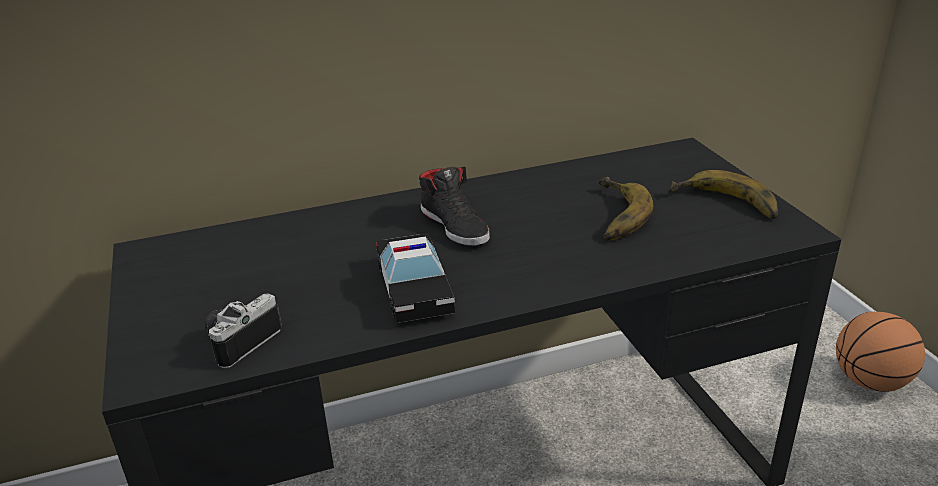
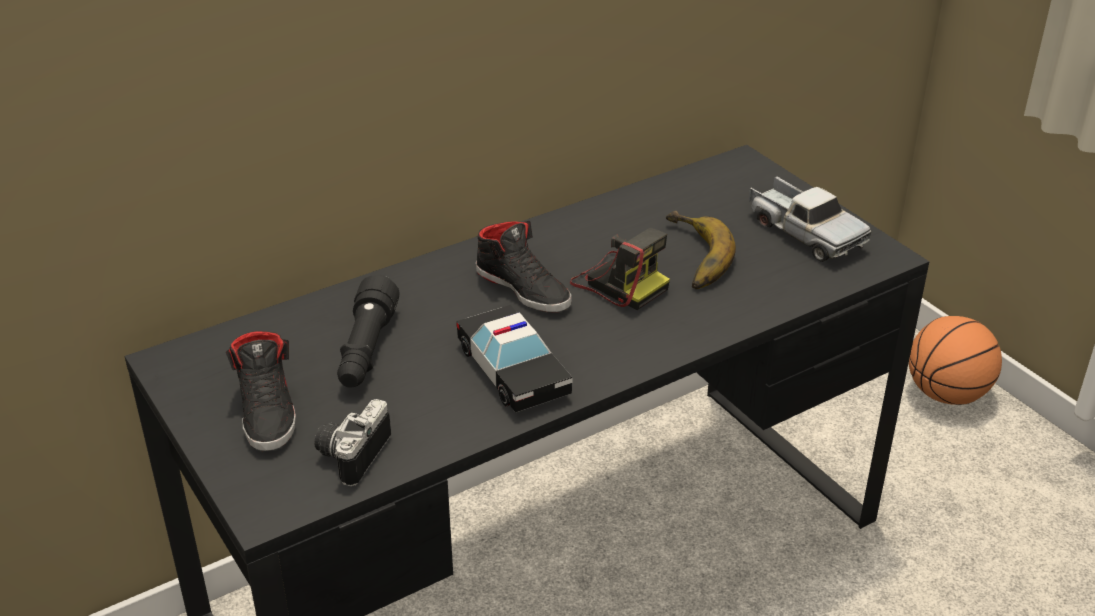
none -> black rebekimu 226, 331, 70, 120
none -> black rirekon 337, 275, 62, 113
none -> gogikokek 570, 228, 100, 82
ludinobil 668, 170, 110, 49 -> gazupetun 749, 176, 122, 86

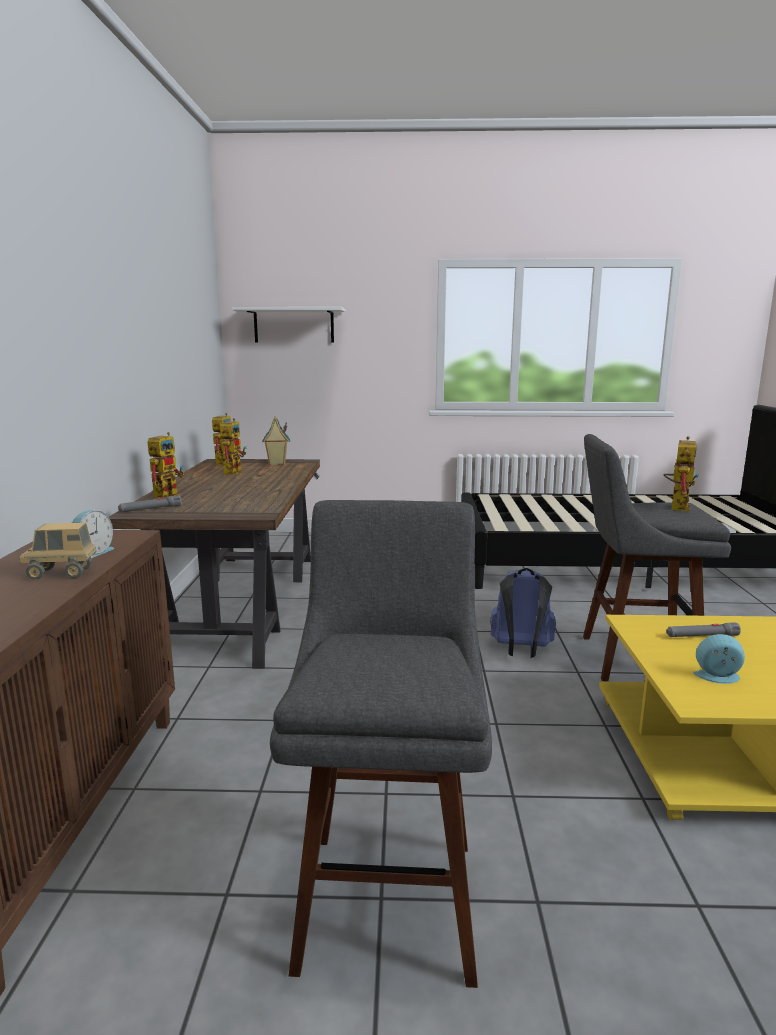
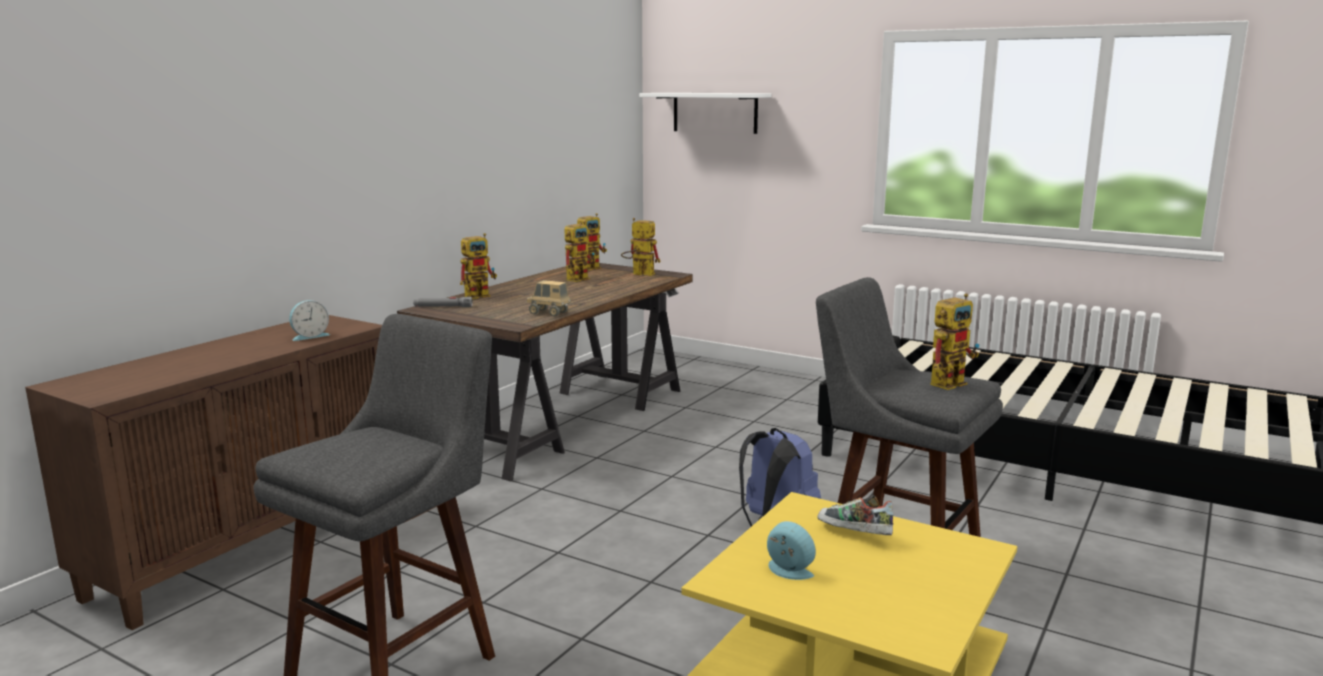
gazupetun 20, 523, 77, 57 -> gazupetun 526, 280, 45, 37, shifted
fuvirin 262, 416, 28, 49 -> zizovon 621, 218, 40, 58
grey rirekon 666, 622, 75, 15 -> rebekimu 817, 495, 76, 40

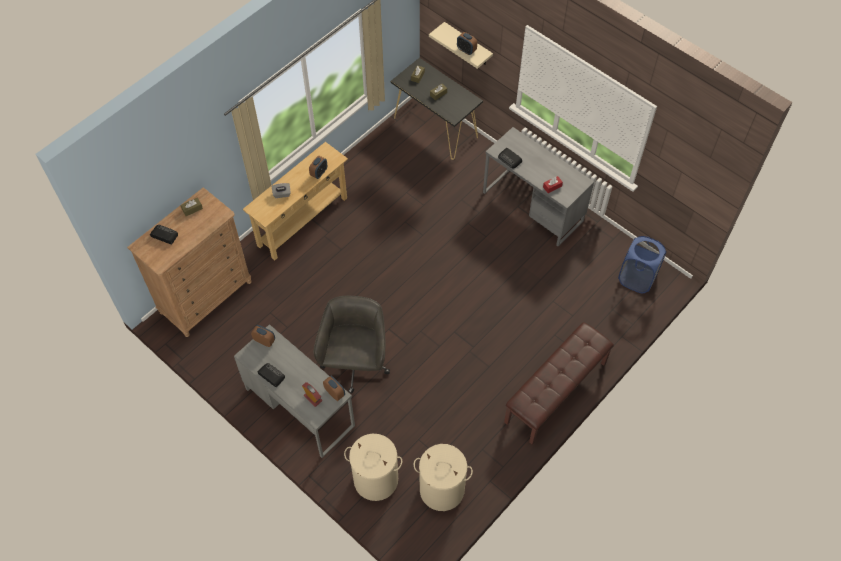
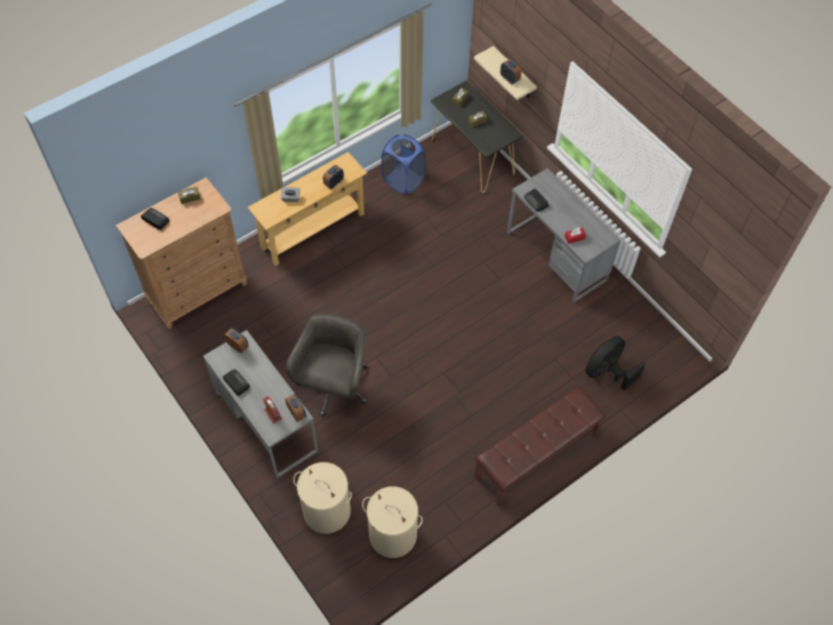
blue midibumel 618, 236, 49, 57 -> blue midibumel 381, 135, 45, 59, shifted
none -> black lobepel 585, 336, 61, 55

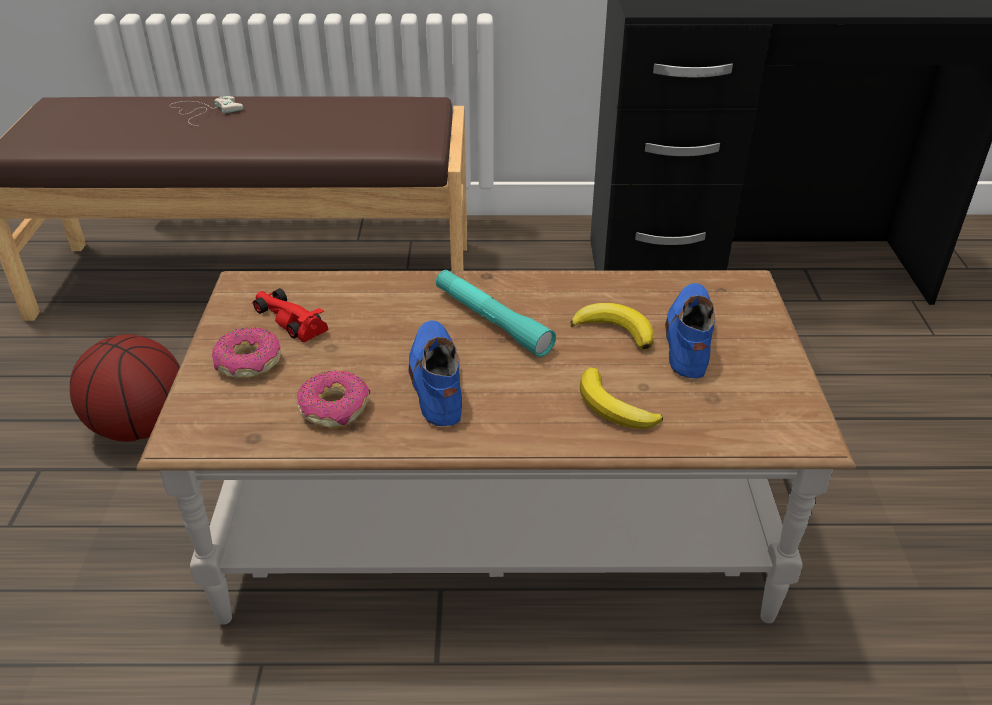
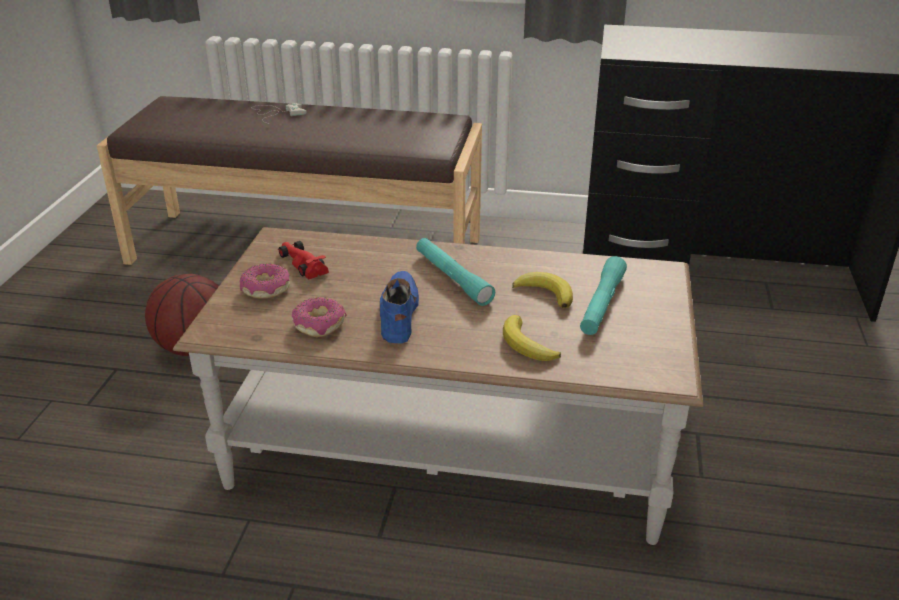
blue rebekimu 665, 283, 50, 96 -> turquoise rirekon 580, 256, 47, 79

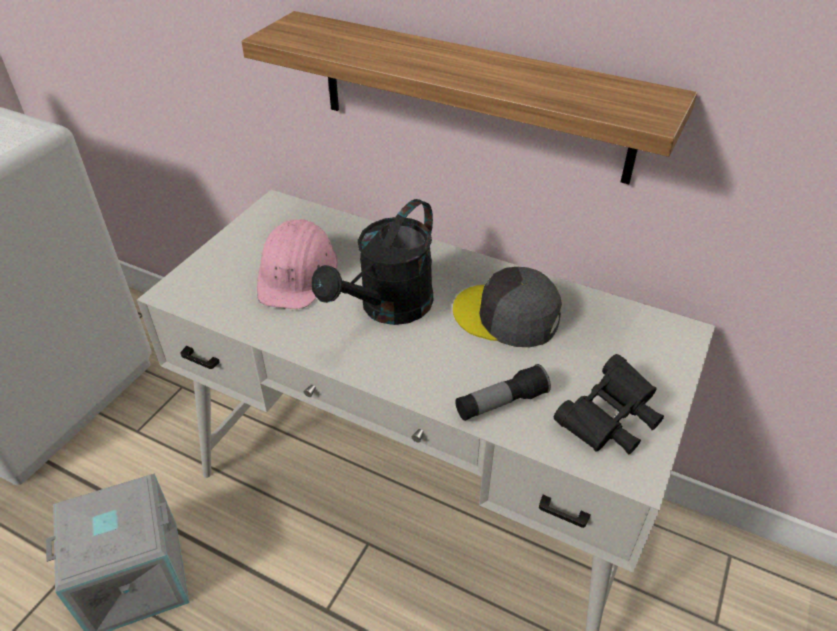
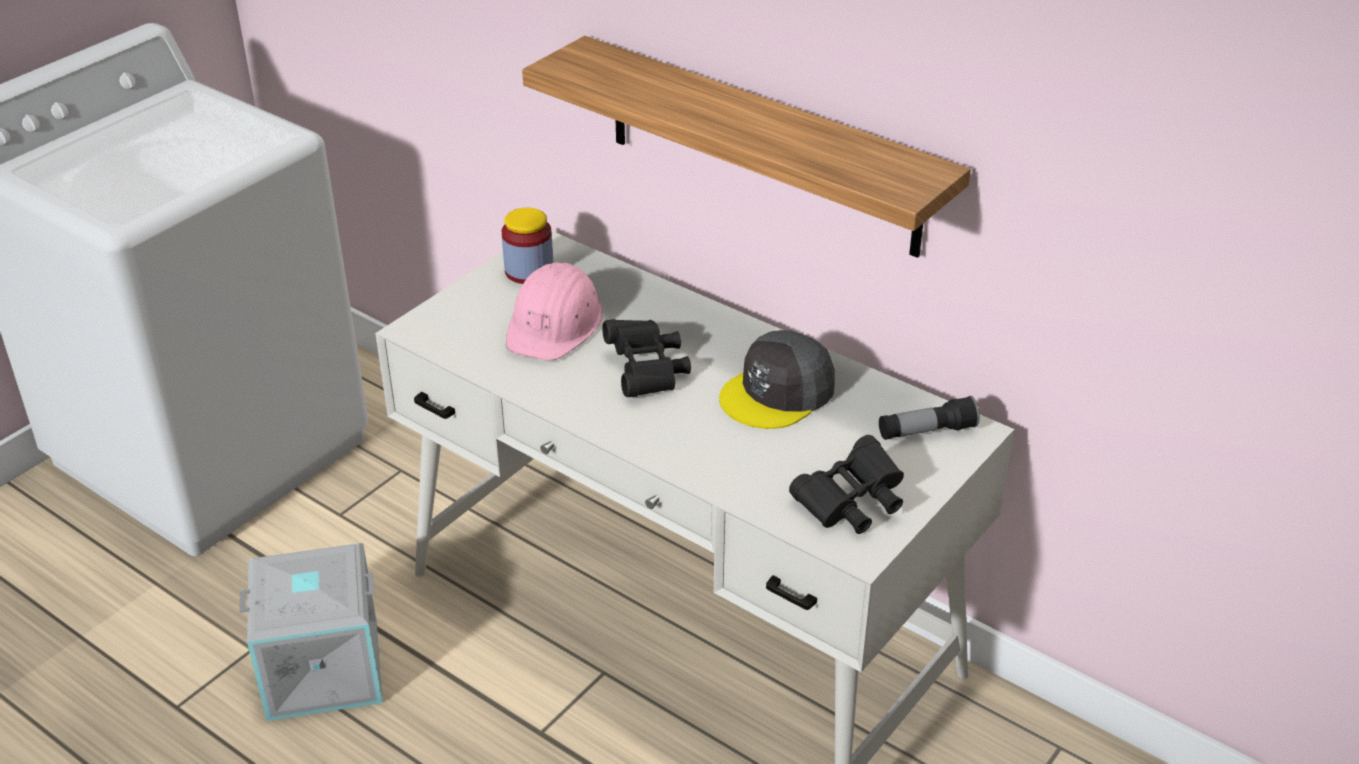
none -> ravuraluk 502, 208, 51, 76
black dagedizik 312, 199, 121, 126 -> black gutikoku 602, 319, 89, 78
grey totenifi 453, 267, 109, 80 -> grey totenifi 719, 330, 116, 99, 75 degrees counterclockwise
rirekon 455, 364, 96, 57 -> rirekon 879, 396, 101, 44, shifted

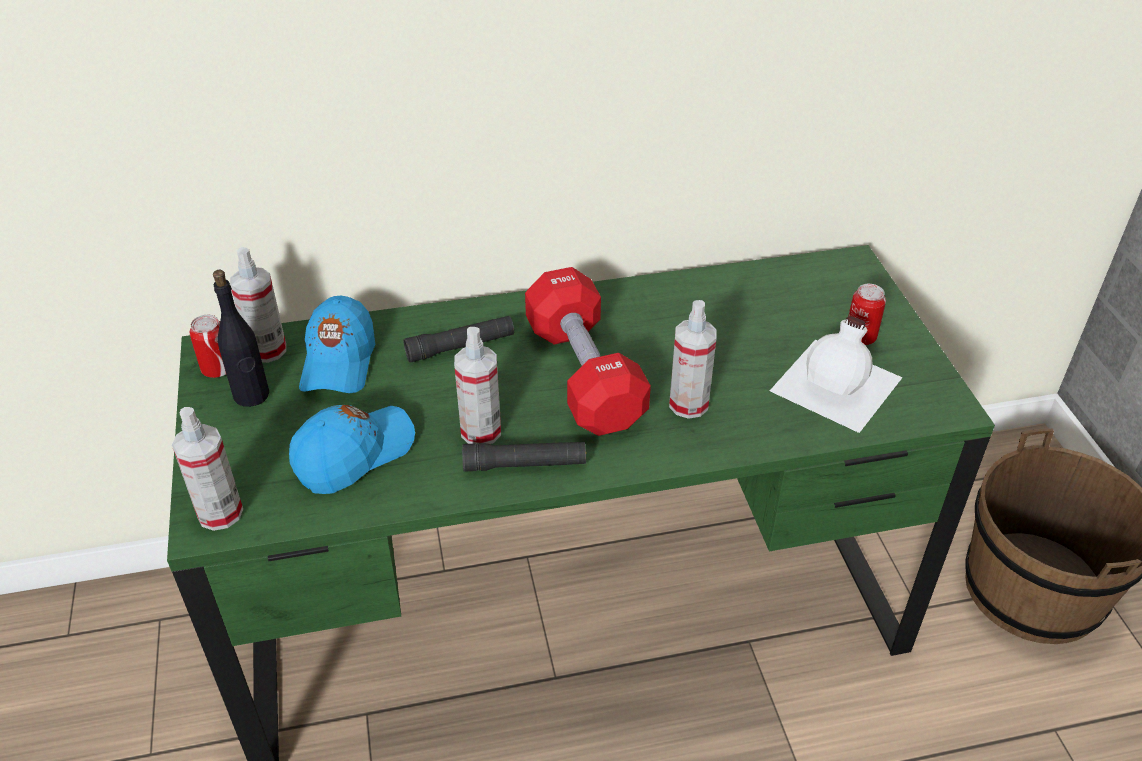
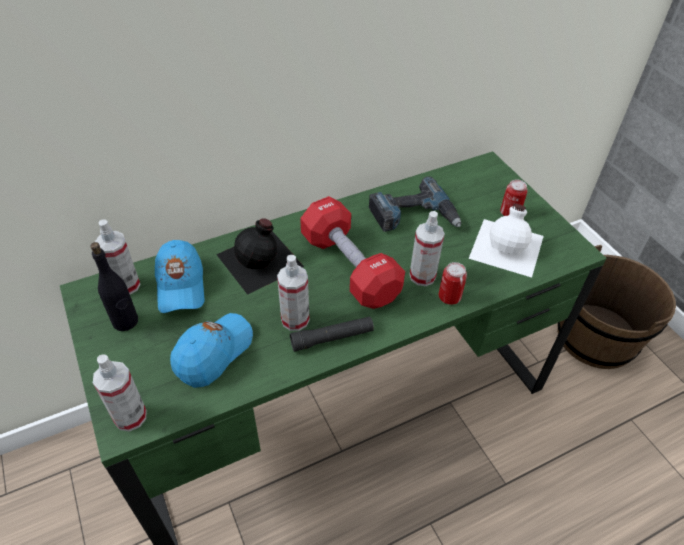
black rirekon 403, 316, 111, 47 -> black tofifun 216, 218, 88, 77
none -> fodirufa 369, 176, 92, 56
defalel 190, 315, 36, 63 -> defalel 438, 262, 29, 43, shifted

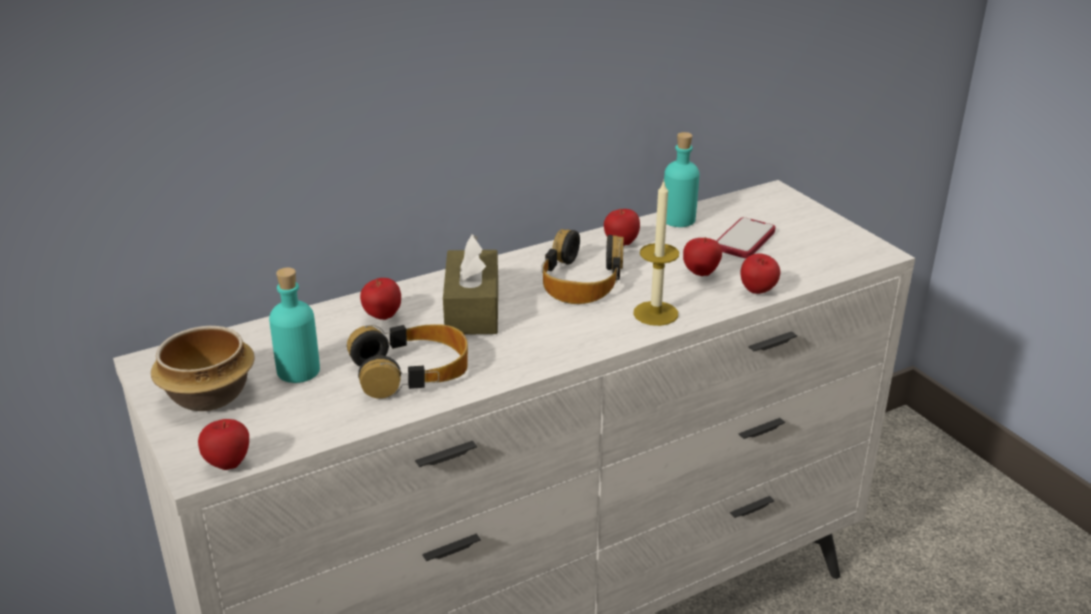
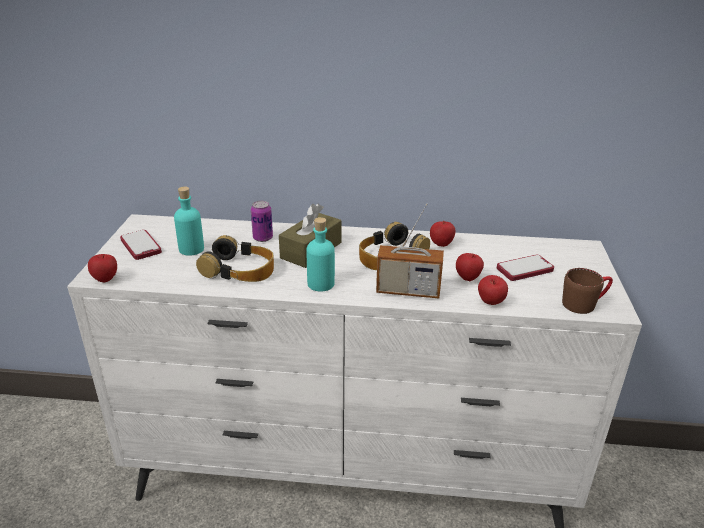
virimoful 151, 326, 104, 85 -> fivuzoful 120, 230, 42, 30
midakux 360, 278, 41, 42 -> defalel 251, 201, 22, 41
turquoise tofifun 664, 132, 36, 95 -> turquoise tofifun 307, 217, 28, 75, shifted
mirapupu 633, 181, 46, 145 -> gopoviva 376, 203, 68, 95
none -> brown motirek 562, 268, 51, 46

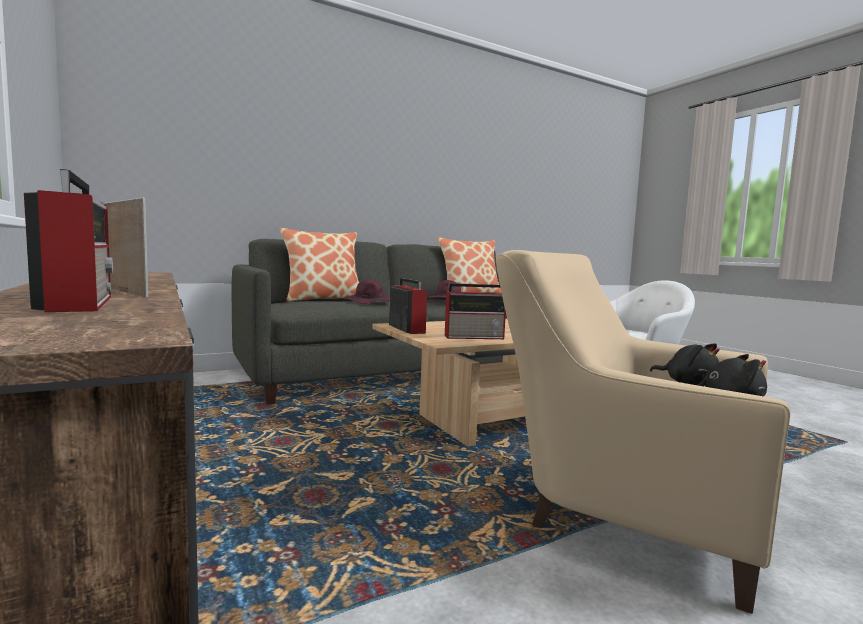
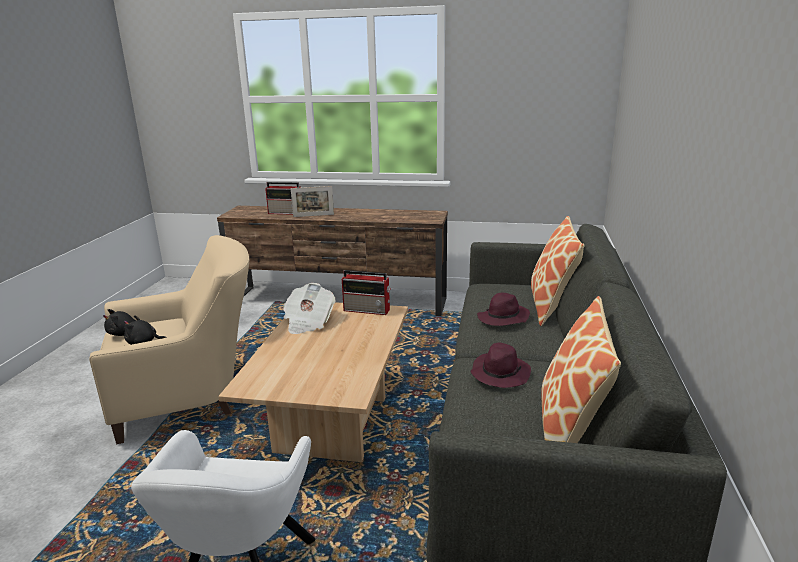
gopoviva 445, 283, 61, 56 -> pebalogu 283, 283, 53, 51

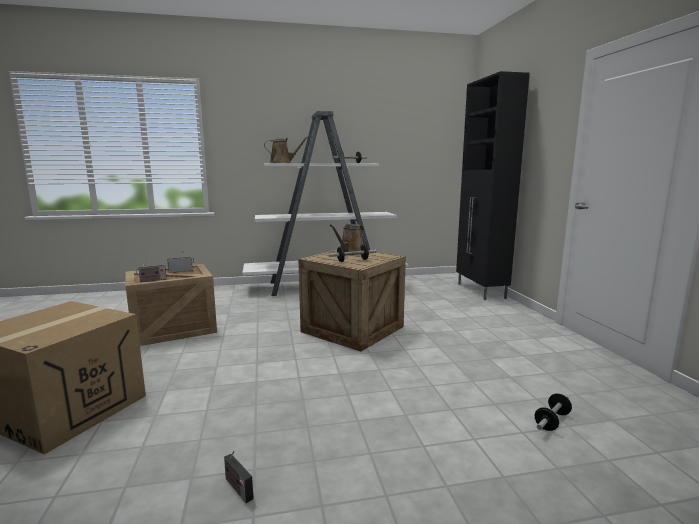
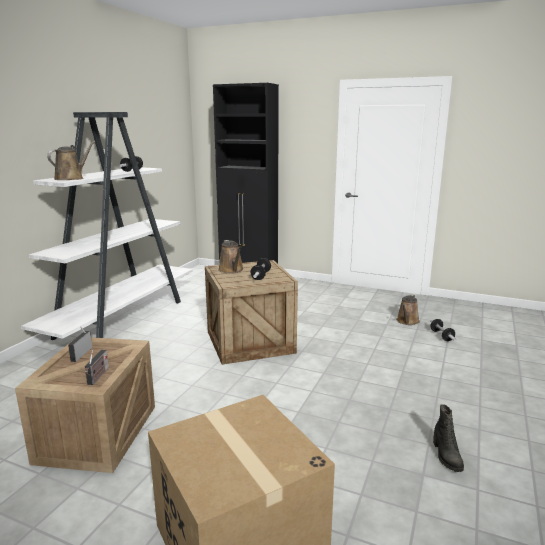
none -> brown dagedizik 396, 294, 24, 31
gopoviva 224, 450, 30, 53 -> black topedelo 433, 404, 31, 68

